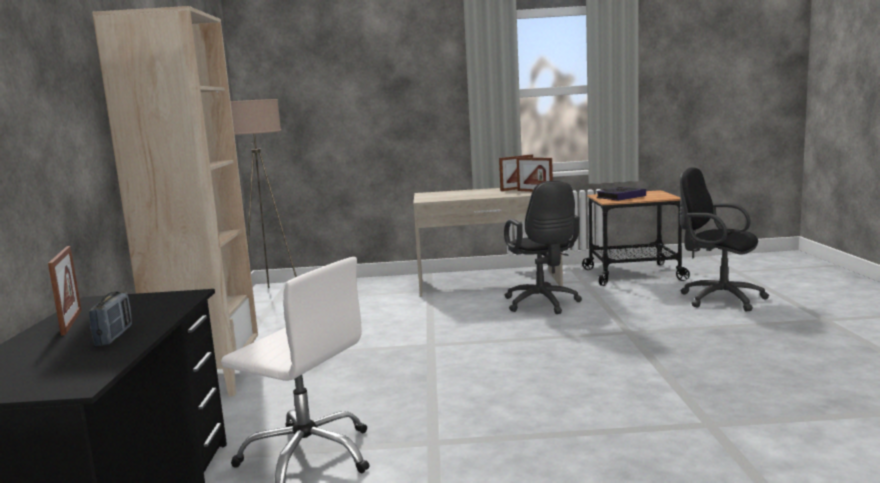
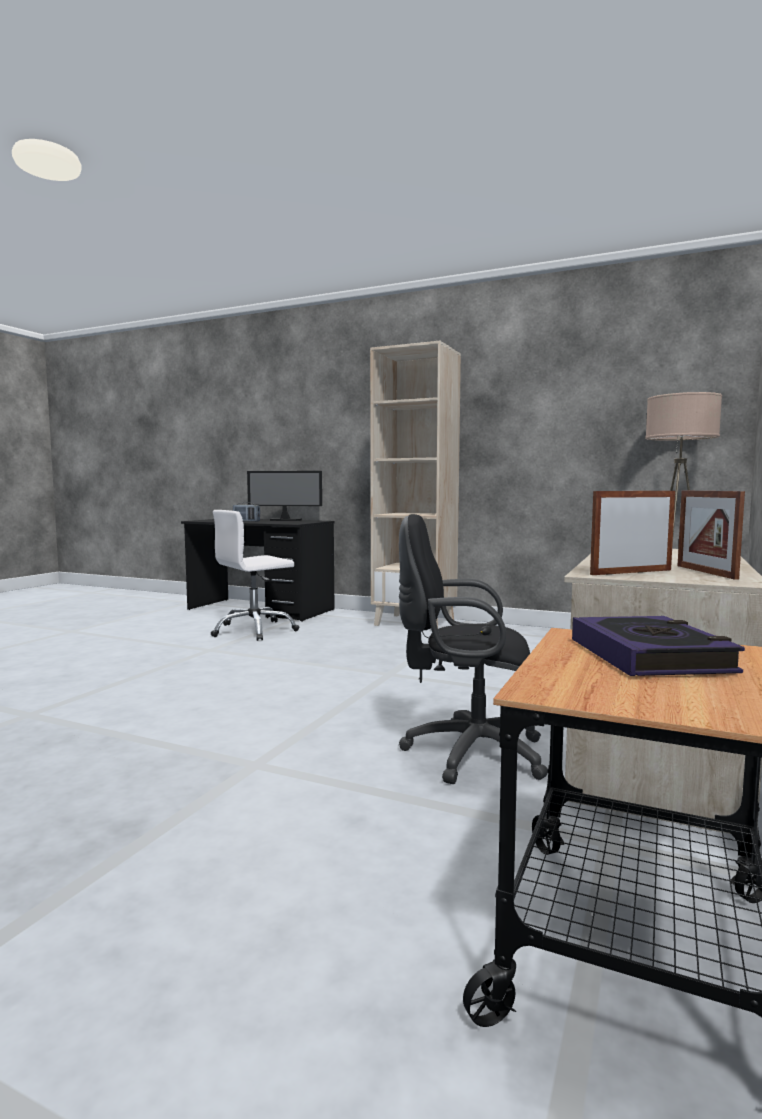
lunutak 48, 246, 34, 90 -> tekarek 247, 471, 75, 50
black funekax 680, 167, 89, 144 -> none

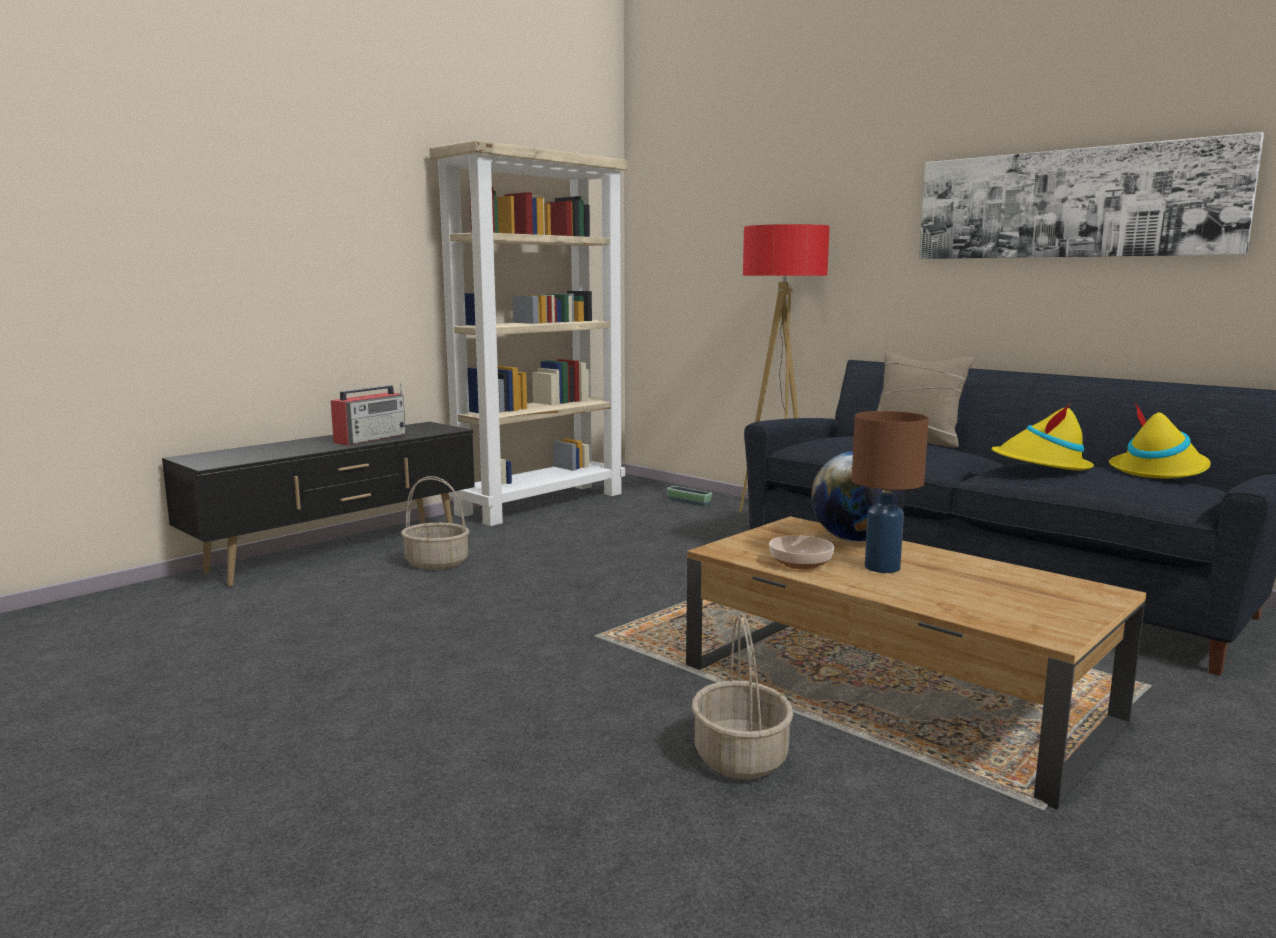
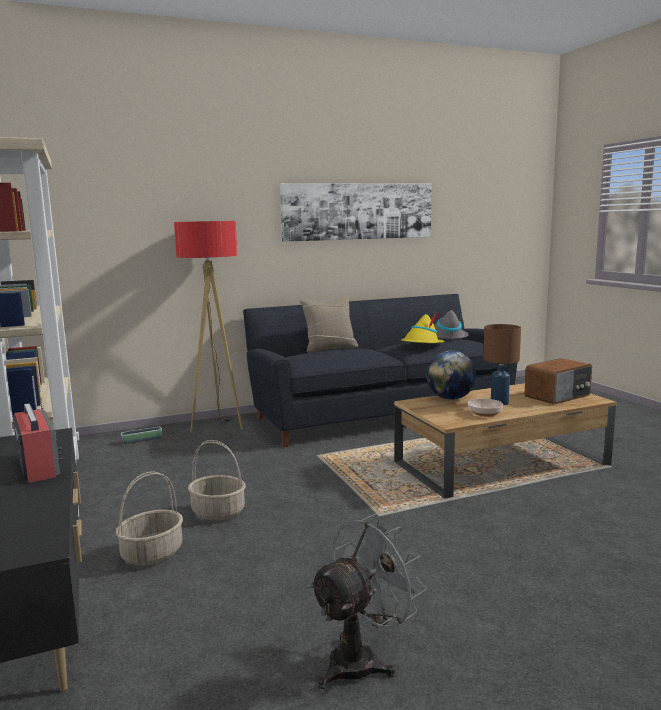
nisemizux 692, 614, 101, 166 -> nisemizux 188, 440, 58, 81, shifted
none -> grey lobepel 308, 514, 118, 175
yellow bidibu 1109, 402, 102, 76 -> grey bidibu 434, 307, 35, 33
none -> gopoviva 524, 358, 68, 47

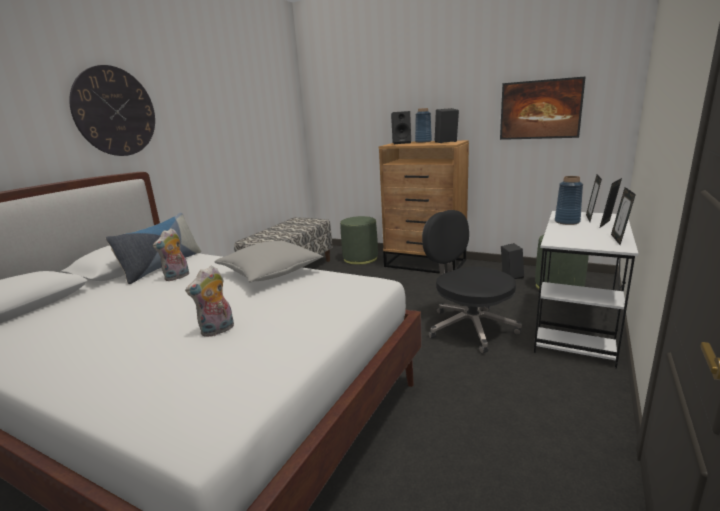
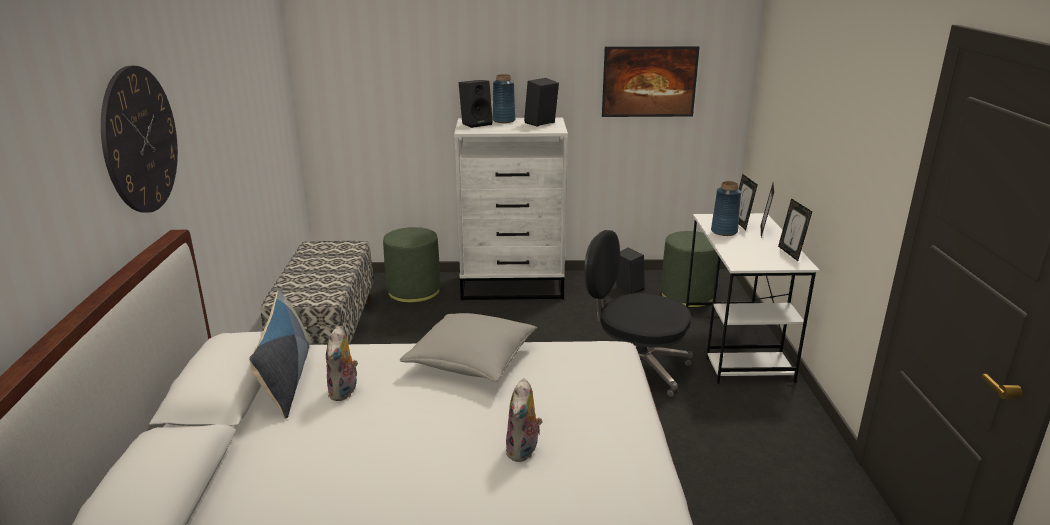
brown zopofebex 379, 140, 90, 134 -> white zopofebex 454, 118, 114, 182

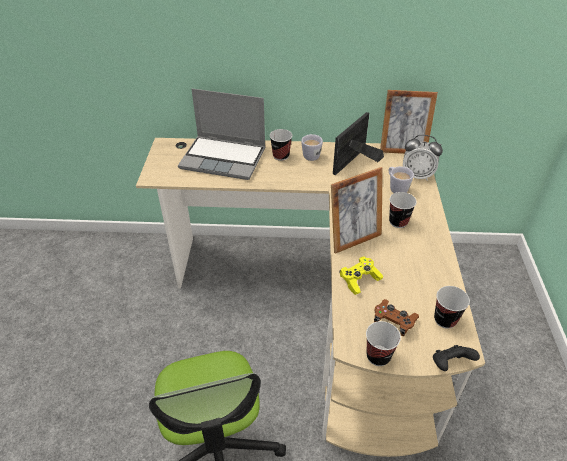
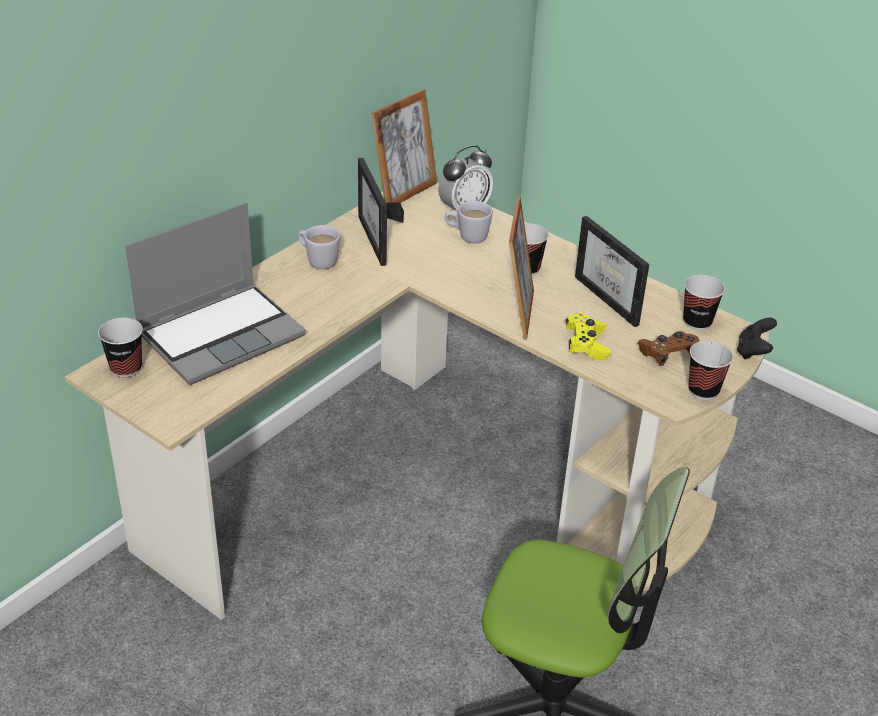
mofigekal 270, 129, 22, 32 -> mofigekal 98, 318, 45, 59, shifted
none -> lunutak 575, 216, 74, 111

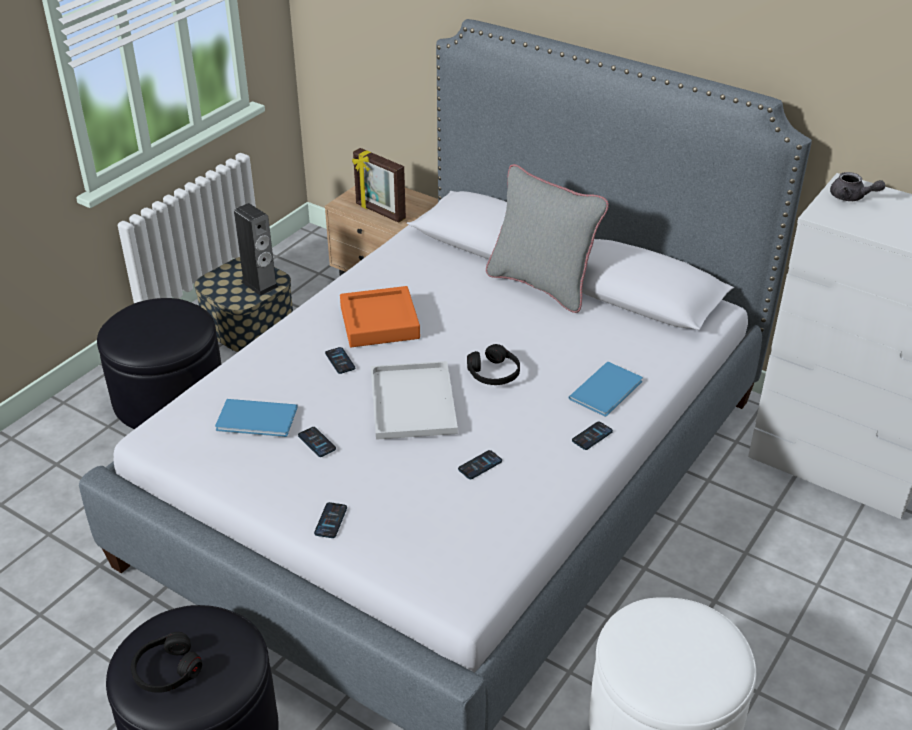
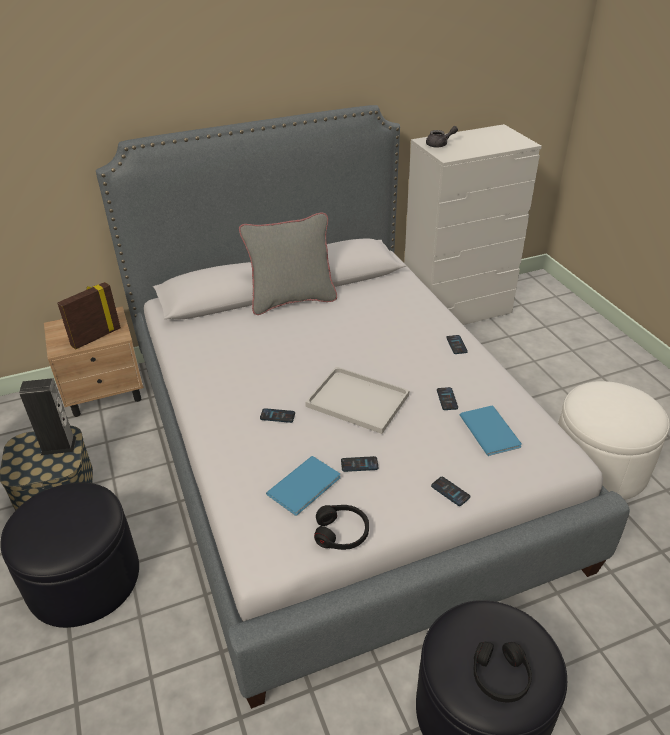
lunutak 352, 148, 54, 75 -> lunutak 57, 282, 64, 68, 150 degrees clockwise
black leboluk 467, 344, 53, 41 -> black leboluk 314, 505, 55, 45, shifted
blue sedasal 568, 362, 75, 55 -> blue sedasal 460, 406, 62, 50, shifted
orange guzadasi 340, 286, 80, 61 -> none

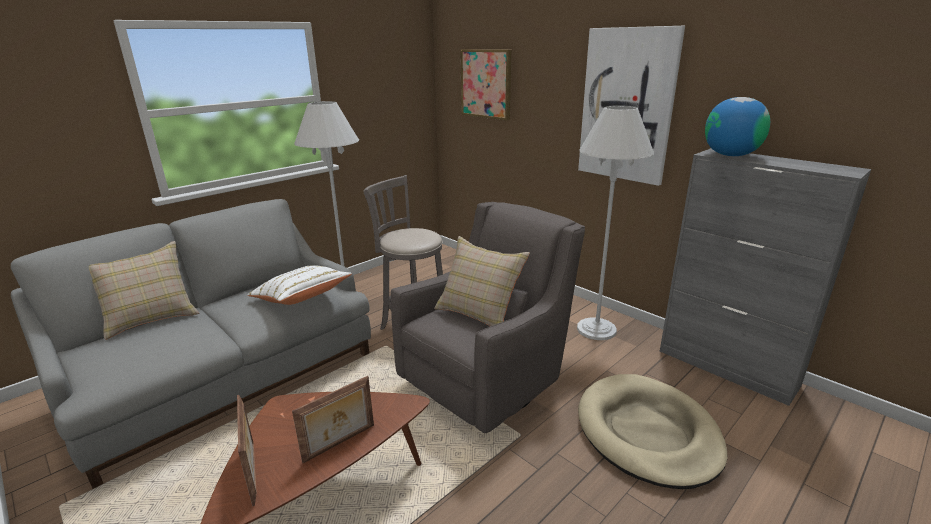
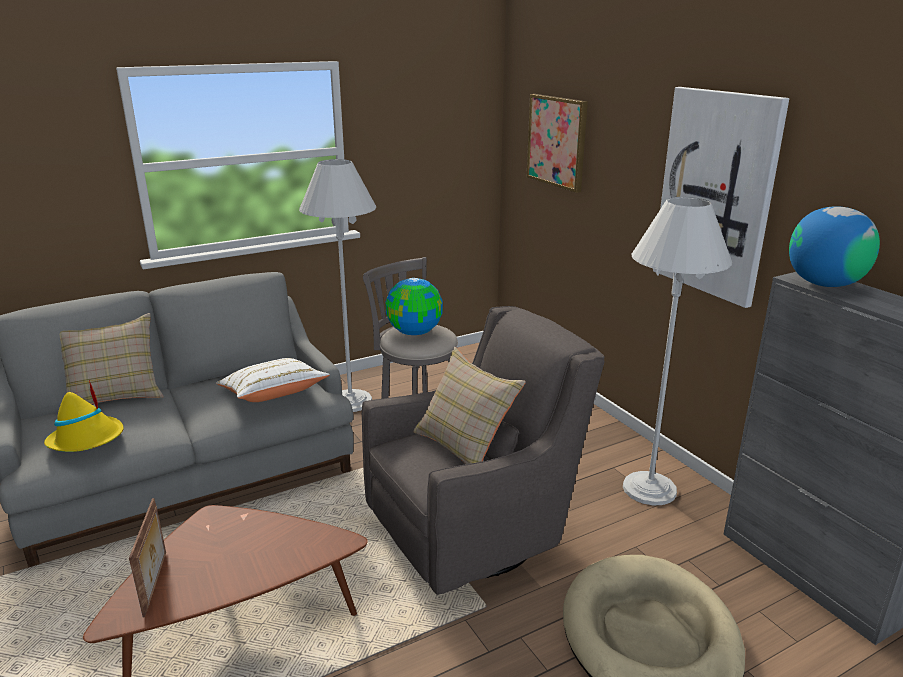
none -> yellow bidibu 44, 380, 79, 72
none -> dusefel 385, 278, 58, 57
lunutak 292, 376, 82, 87 -> none

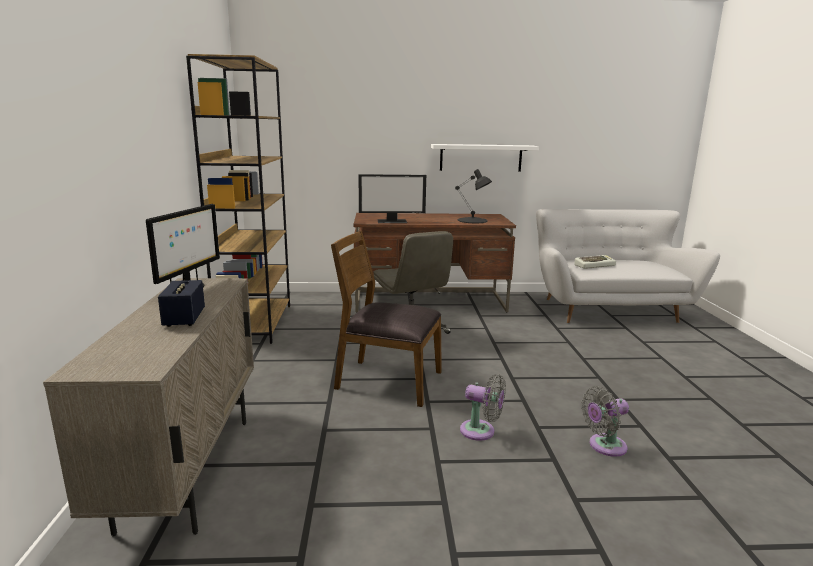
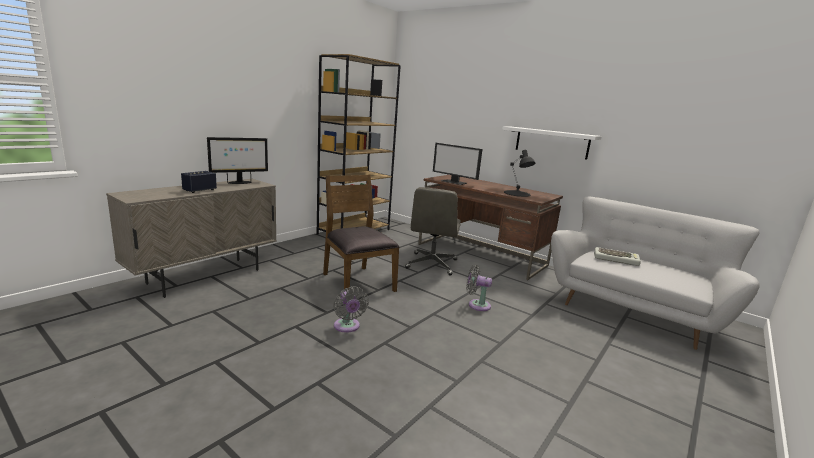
grey lobepel 581, 386, 48, 71 -> grey lobepel 466, 265, 26, 46, shifted

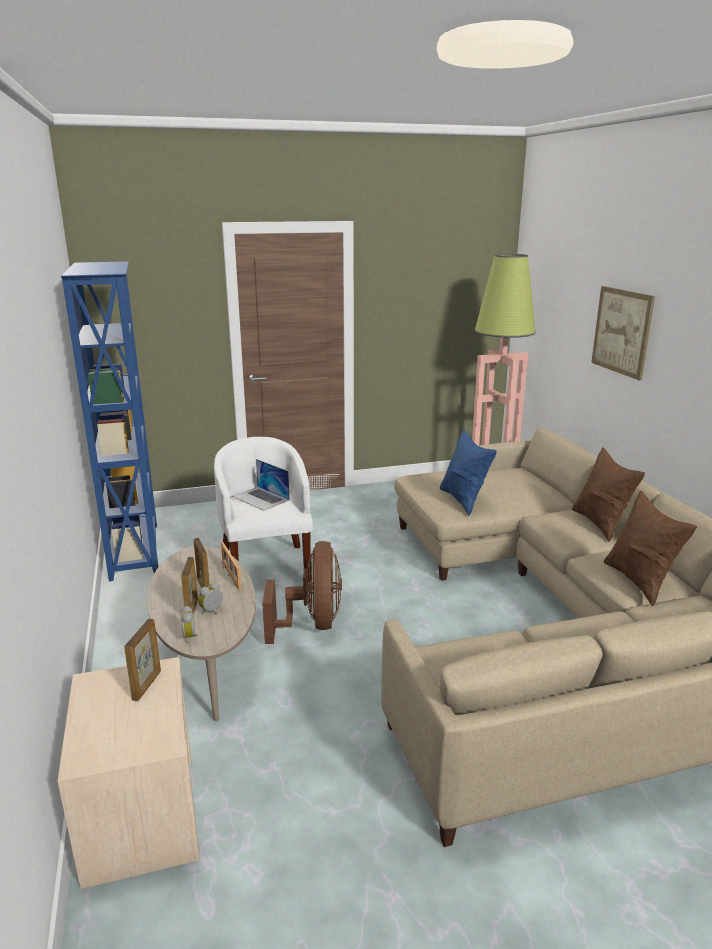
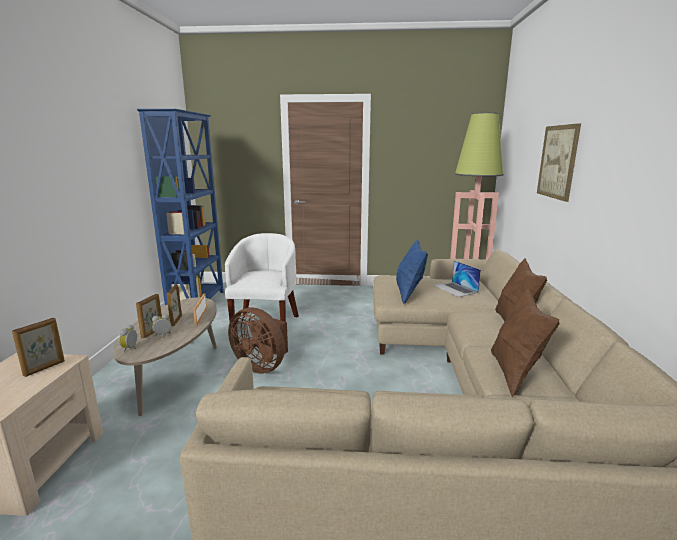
brown lobepel 262, 541, 80, 103 -> brown lobepel 228, 307, 60, 67, 105 degrees clockwise
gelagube 232, 459, 58, 52 -> gelagube 433, 260, 48, 37, shifted

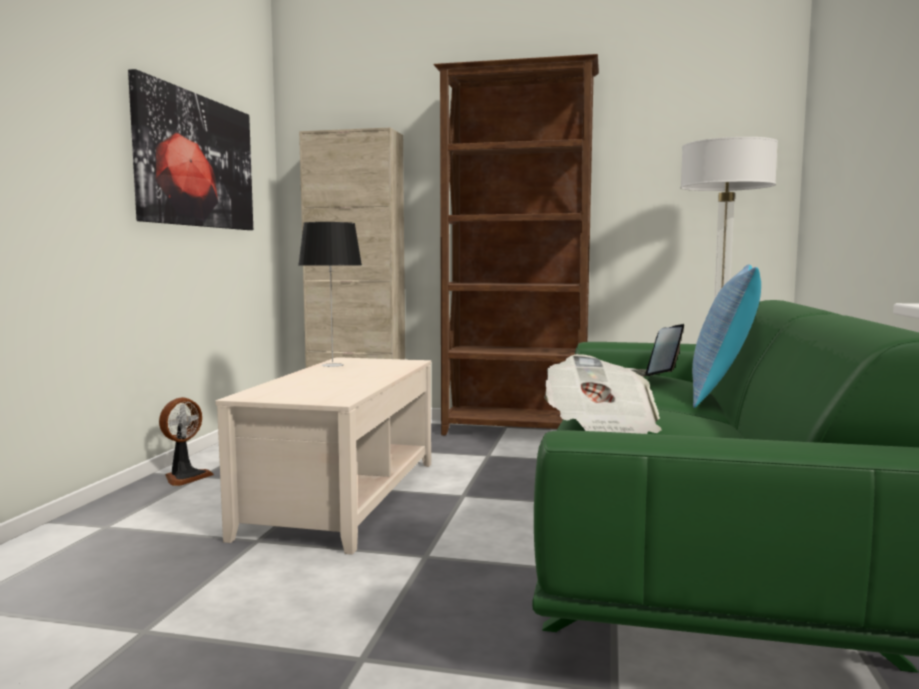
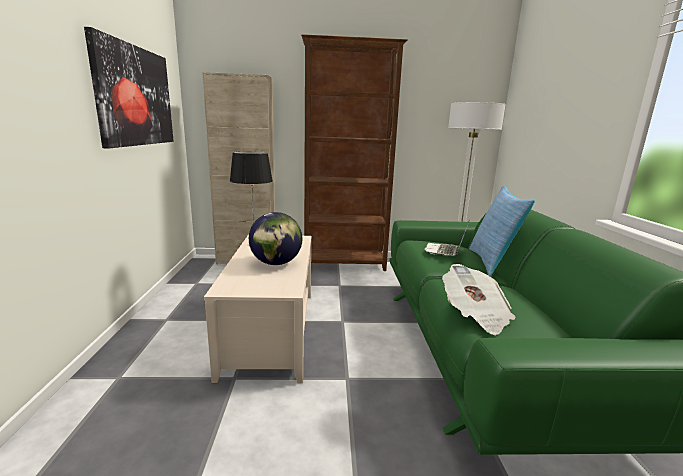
none -> dusefel 249, 212, 53, 53
lobepel 159, 397, 55, 89 -> none

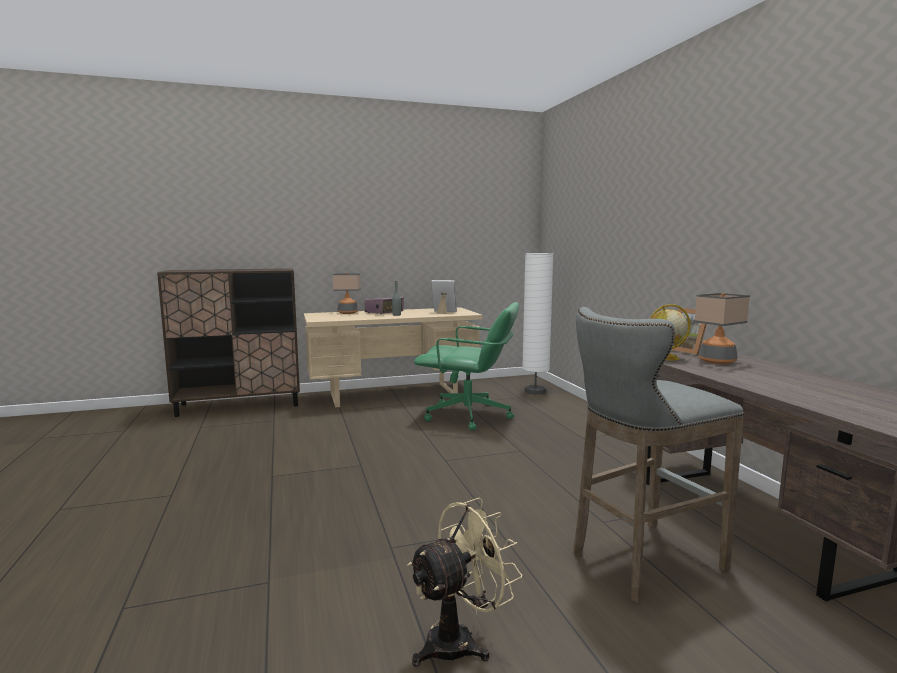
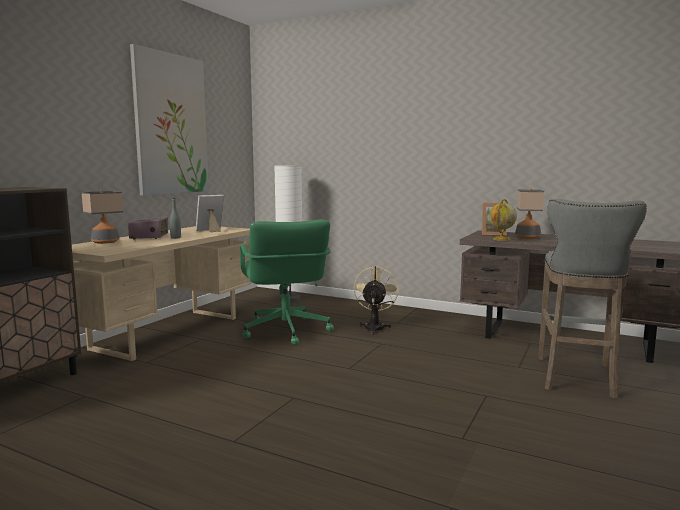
none -> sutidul 130, 44, 79, 152
green funekax 414, 302, 105, 128 -> green funekax 240, 220, 94, 125, 105 degrees clockwise
beige lobepel 408, 498, 114, 169 -> beige lobepel 353, 266, 46, 69, shifted

